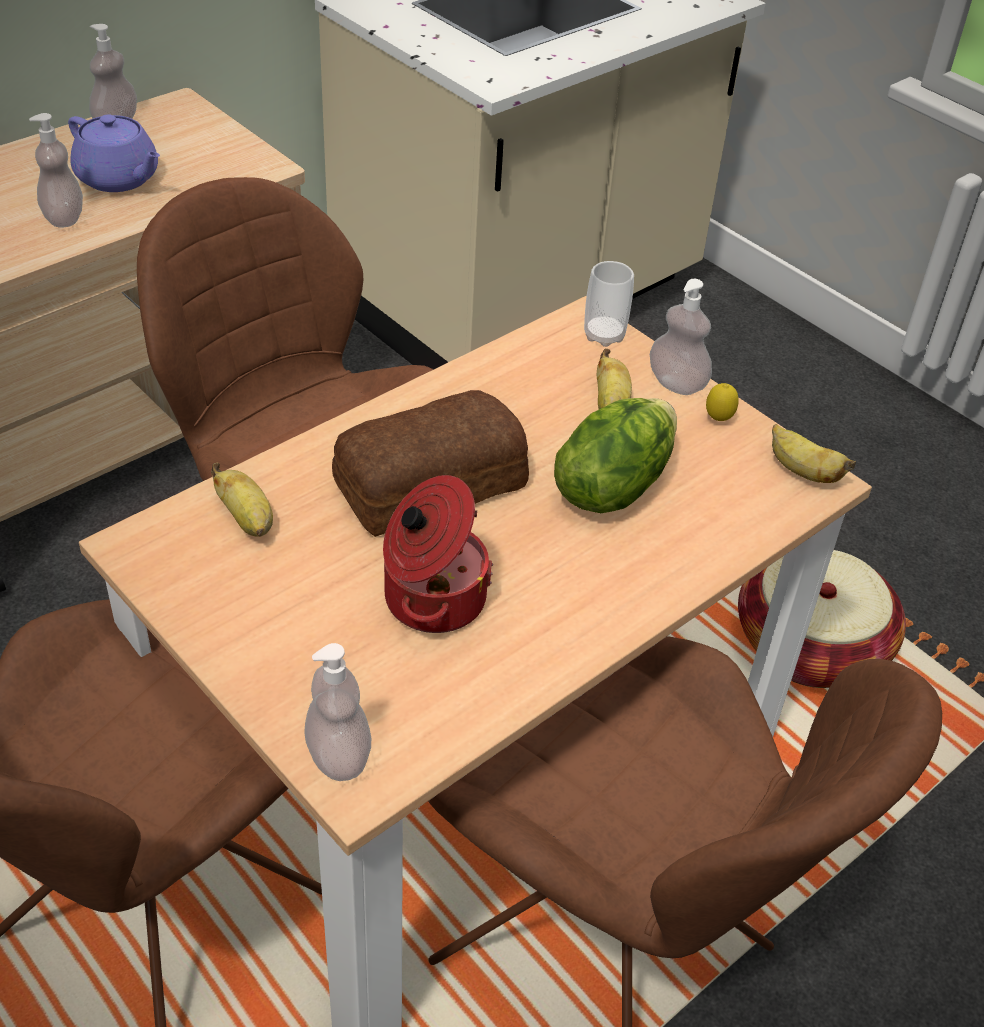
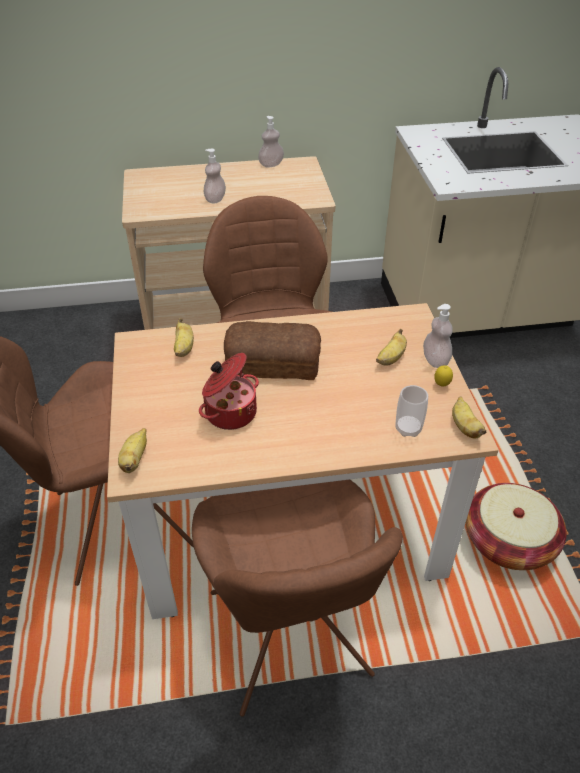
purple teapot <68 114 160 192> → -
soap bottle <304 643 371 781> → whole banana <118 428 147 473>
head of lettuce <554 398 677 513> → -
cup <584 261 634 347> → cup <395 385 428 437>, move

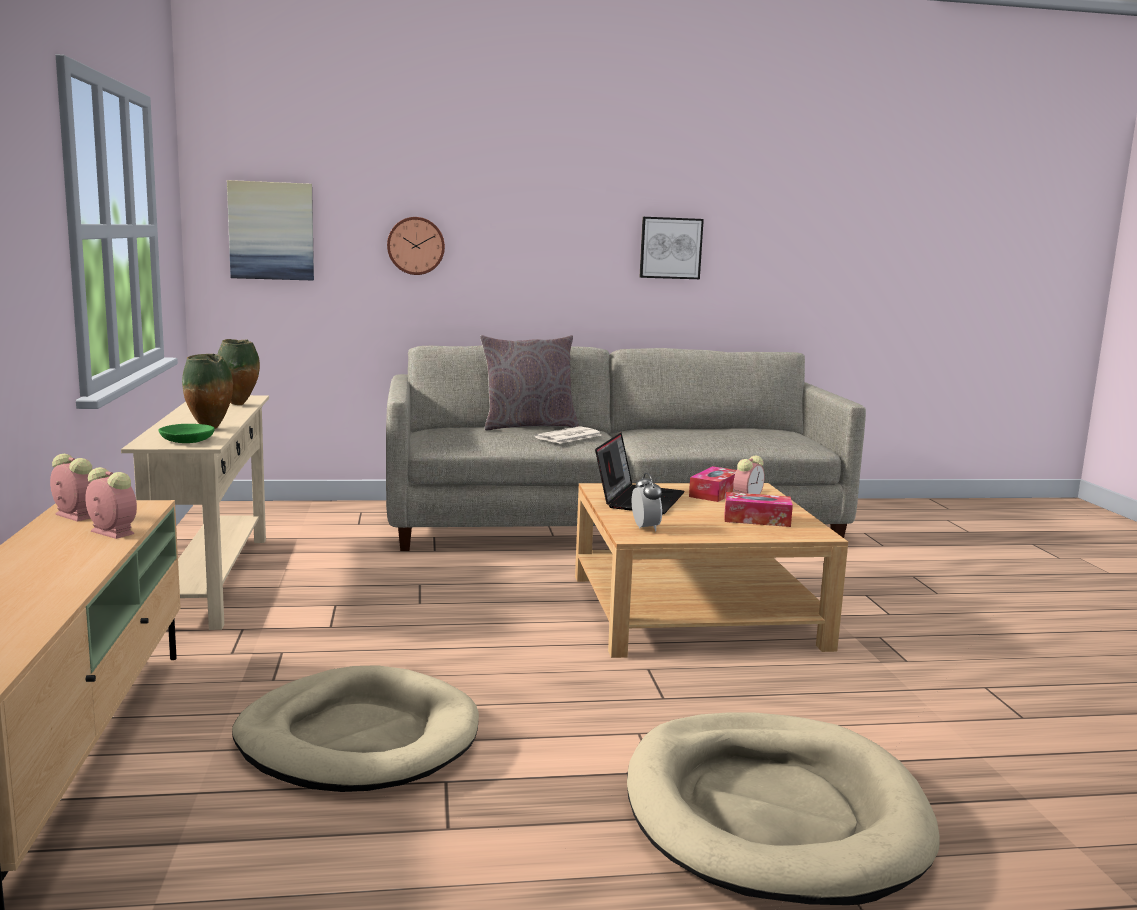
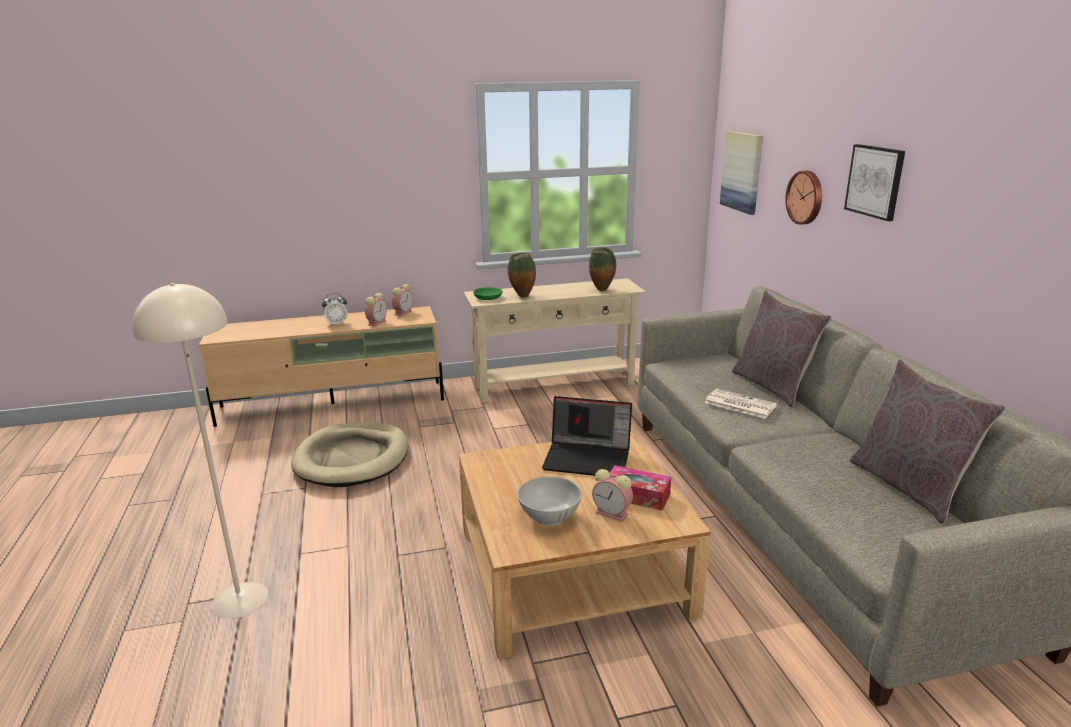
beige-coloured pet bed <627 712 940 905> → beige-coloured floor lamp <132 283 268 619>
bedside clock <632 473 662 531> → bedside clock <322 293 348 326>, move
wall picture <640 217 704 279> → wall picture <844 144 905 221>, move
tissue box <725 492 793 527> → white serving bowl <517 476 582 526>
- → grey pillow <850 359 1006 524>

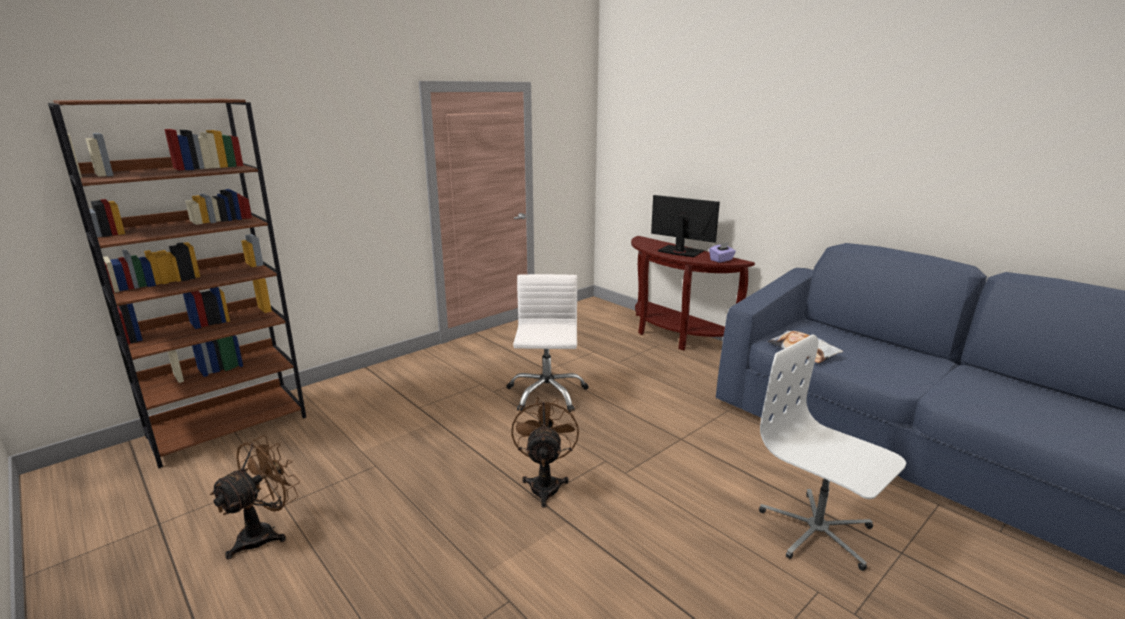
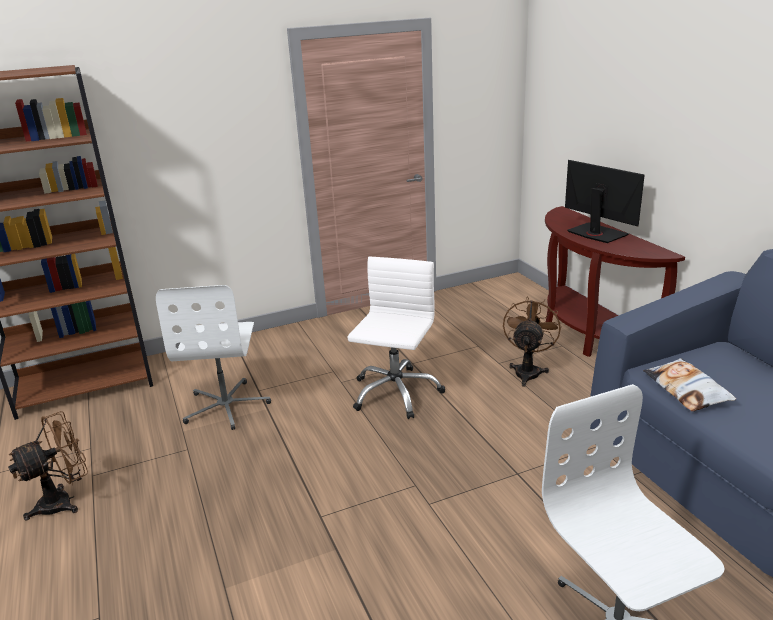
brown-coloured fan <511 397 579 508> → brown-coloured fan <503 296 561 387>, move
purple tissue box <709 242 736 263> → -
- → white desk chair <156 285 271 430>

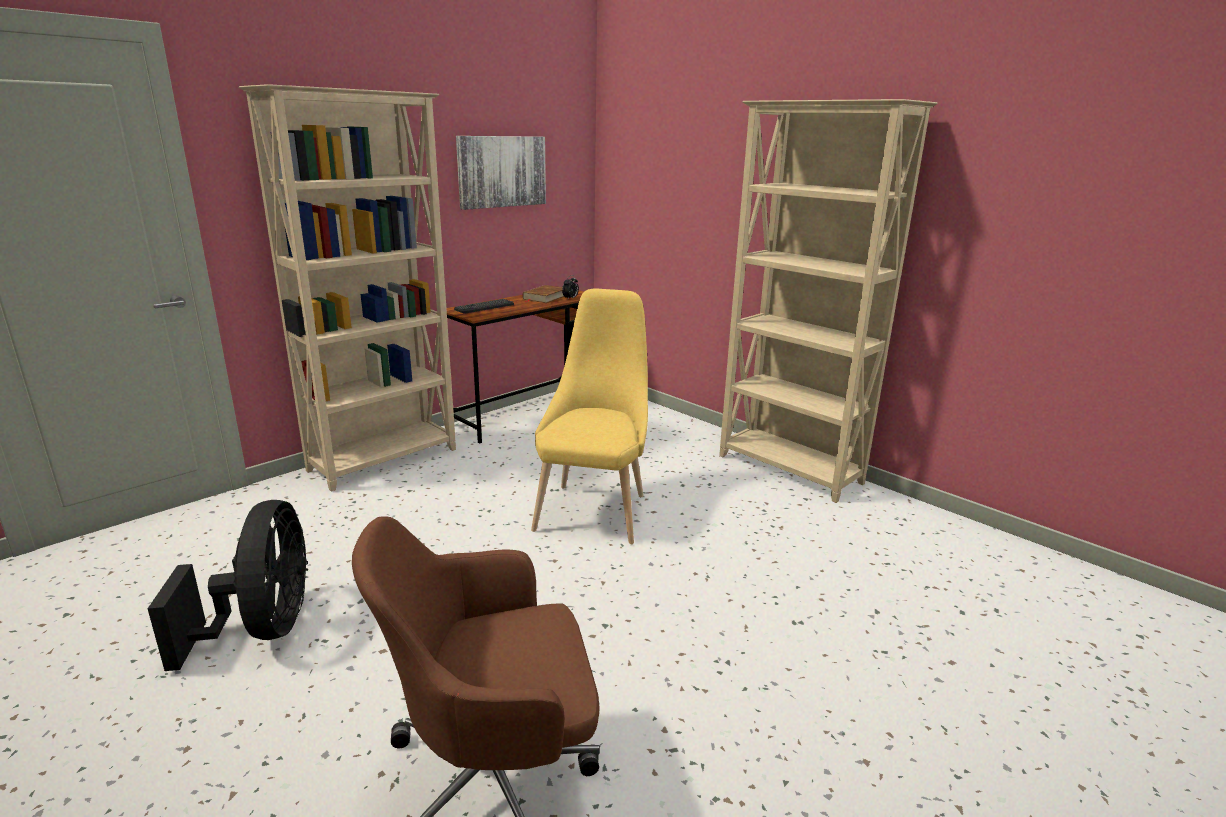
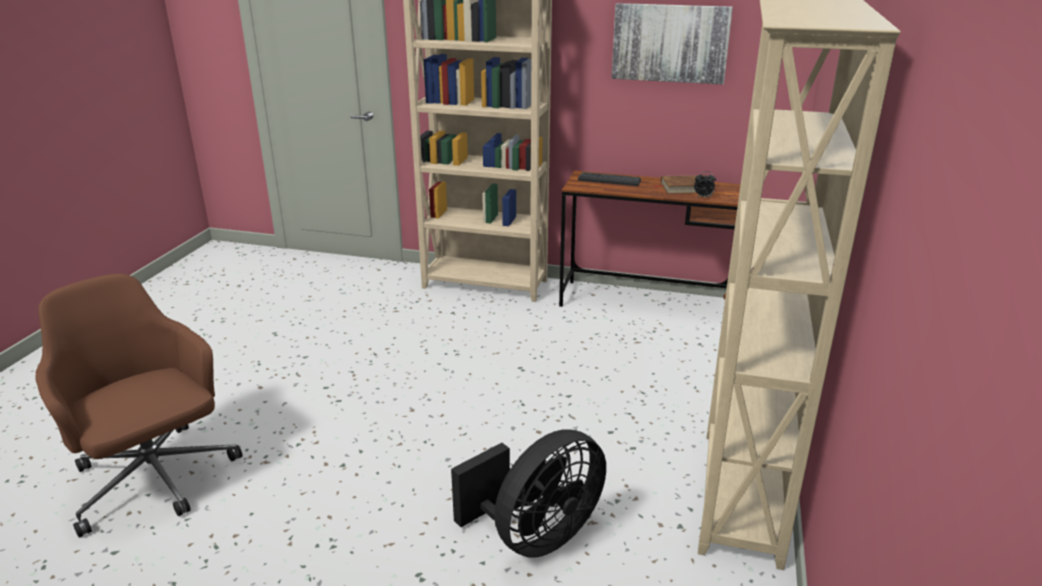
black fan <147 500 308 671> → black fan <451 429 606 558>, move
yellow upright chair <531 289 648 544> → -

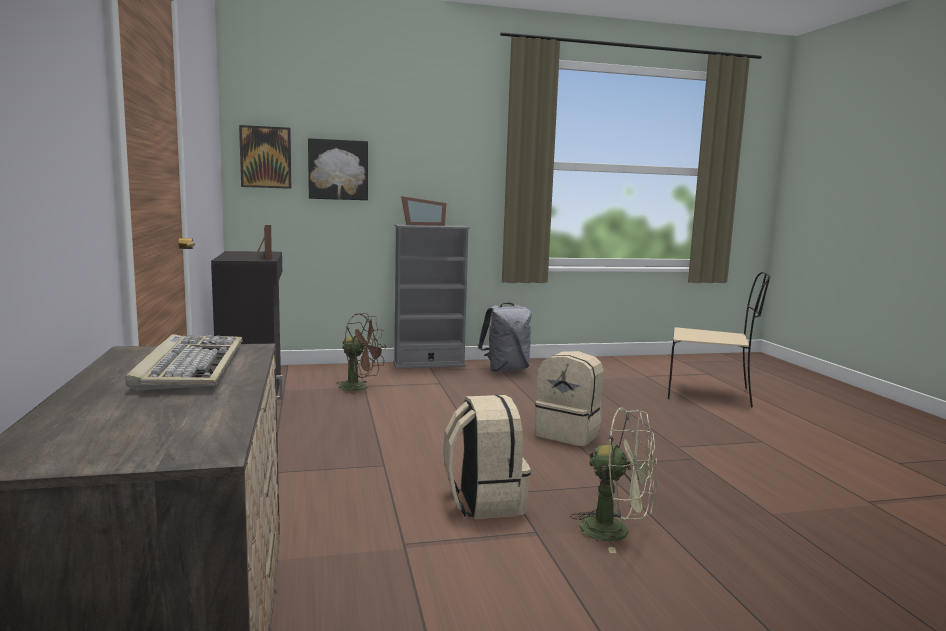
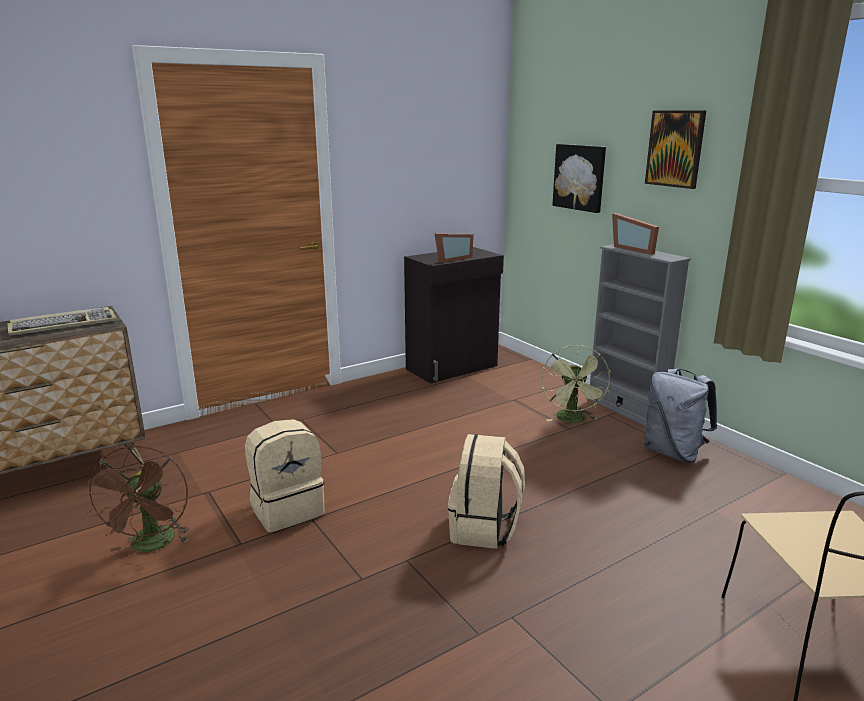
wall picture <239 125 291 189> → wall picture <645 110 706 189>, move
brown-coloured fan <336 313 386 395> → brown-coloured fan <84 445 189 552>, move
greenish fan <570 408 657 553> → greenish fan <541 345 611 423>, move

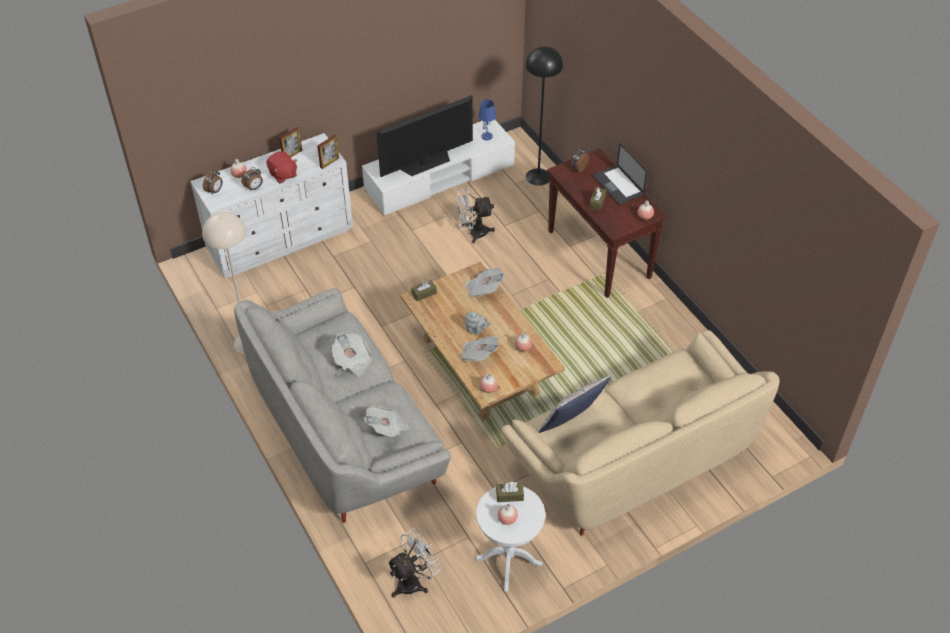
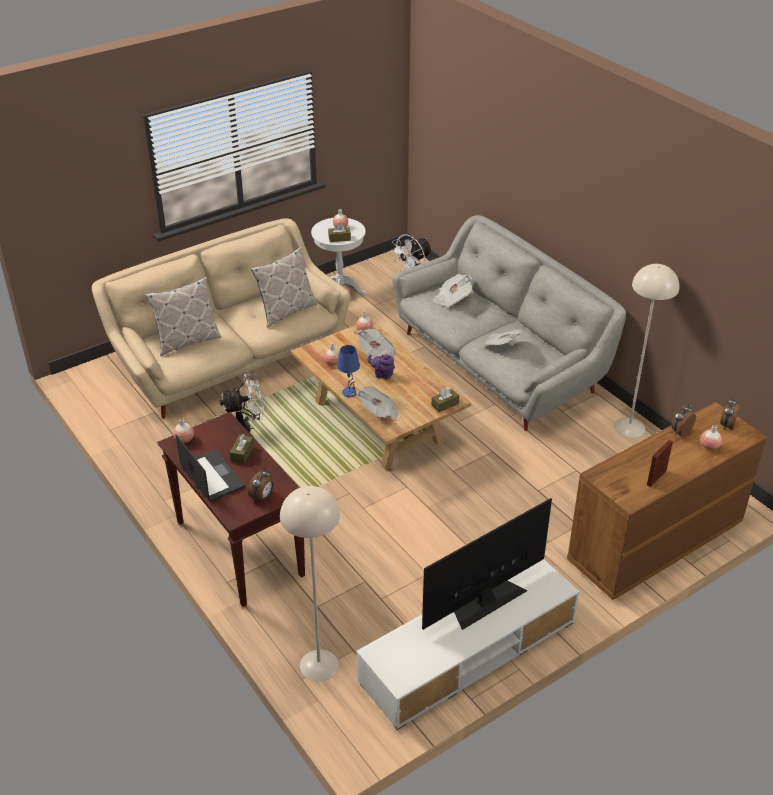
white drawer chest <190 133 353 278> → brown-coloured drawer chest <567 402 767 600>
red cuddly toy <267 151 297 183> → -
photo frame <317 135 339 169> → -
white fan <456 188 495 243> → white fan <220 373 264 436>, move
grey teapot <465 312 491 335> → purple teapot <367 354 395 380>
blue-coloured table lamp <478 99 496 140> → blue-coloured table lamp <337 345 360 397>, move
black floor lamp <526 46 563 186> → beige-coloured floor lamp <280 486 340 681>
- → pillow <145 277 221 356>

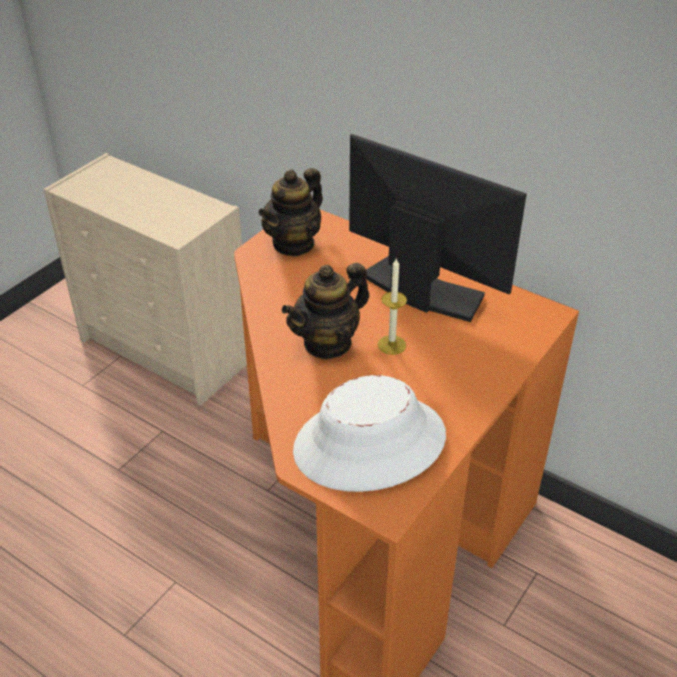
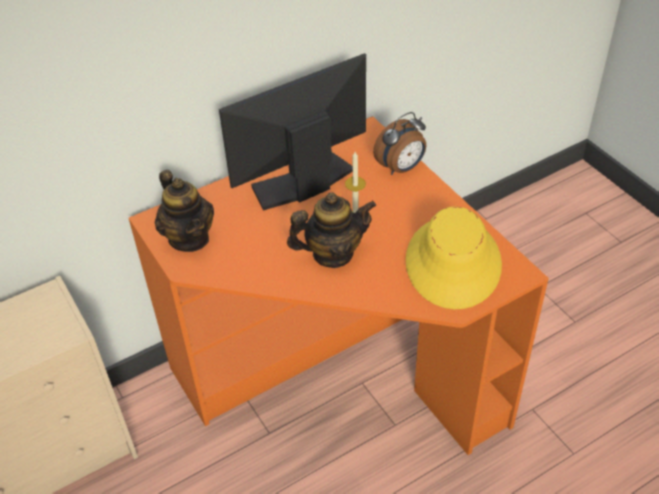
teapot <281 263 369 360> → teapot <287 192 376 268>, 90 degrees counterclockwise
white clothing hat <293 375 446 492> → yellow clothing hat <406 206 502 309>
- → bedside clock <373 112 426 175>

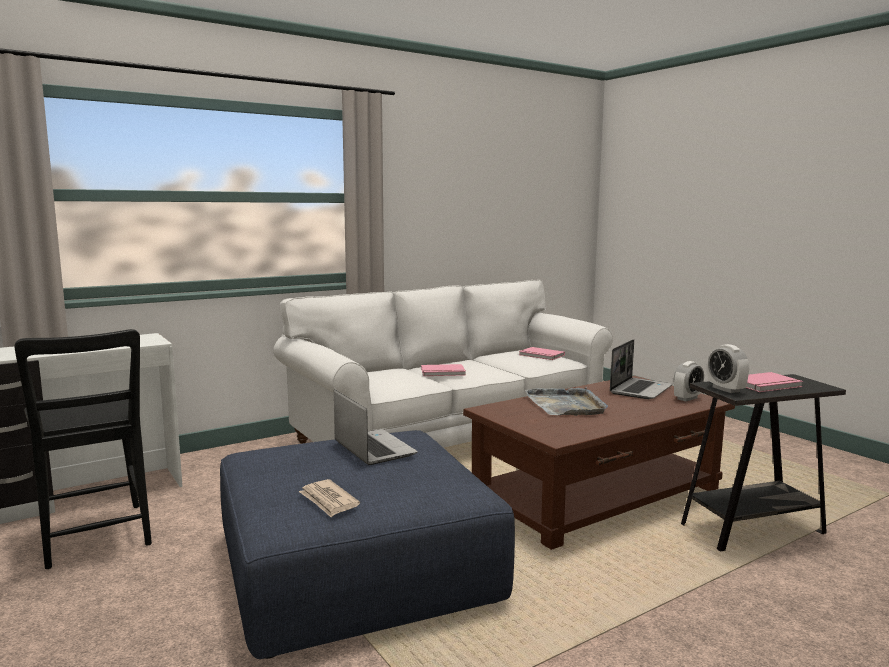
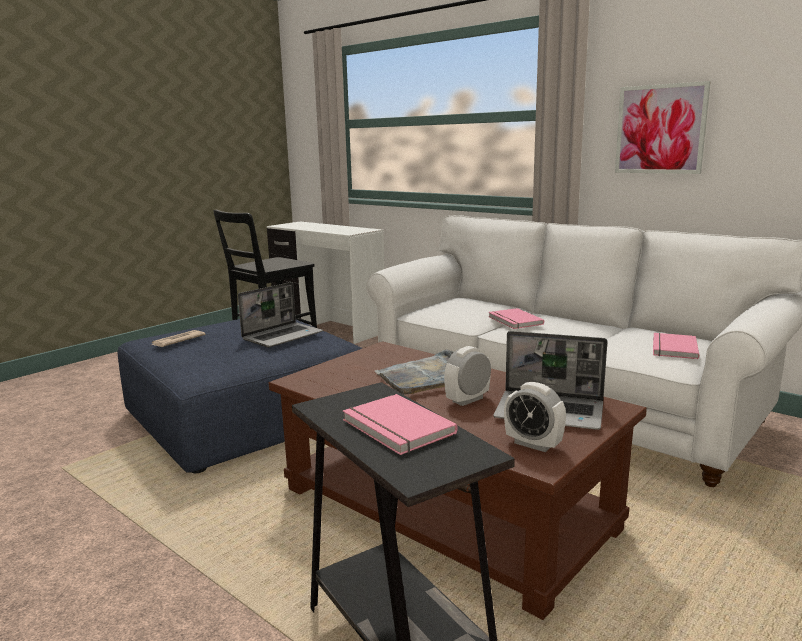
bedside clock <708 344 749 393> → bedside clock <444 346 491 406>, move
- → wall picture <615 81 711 174>

